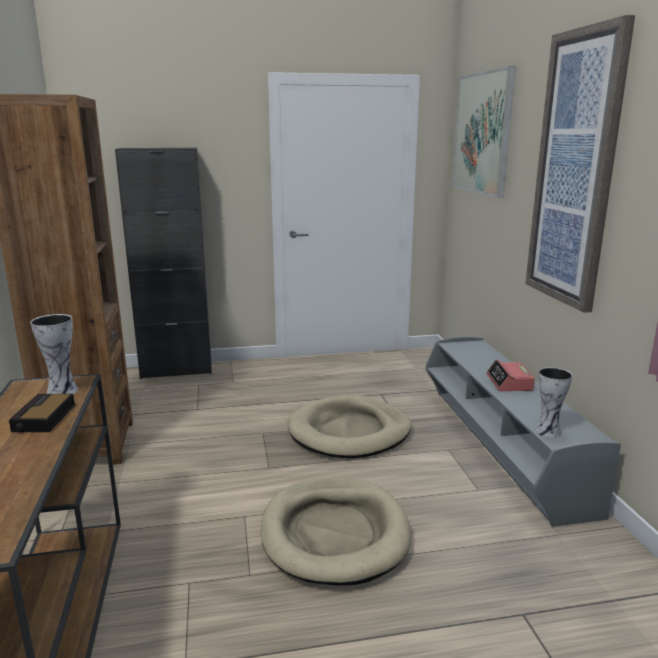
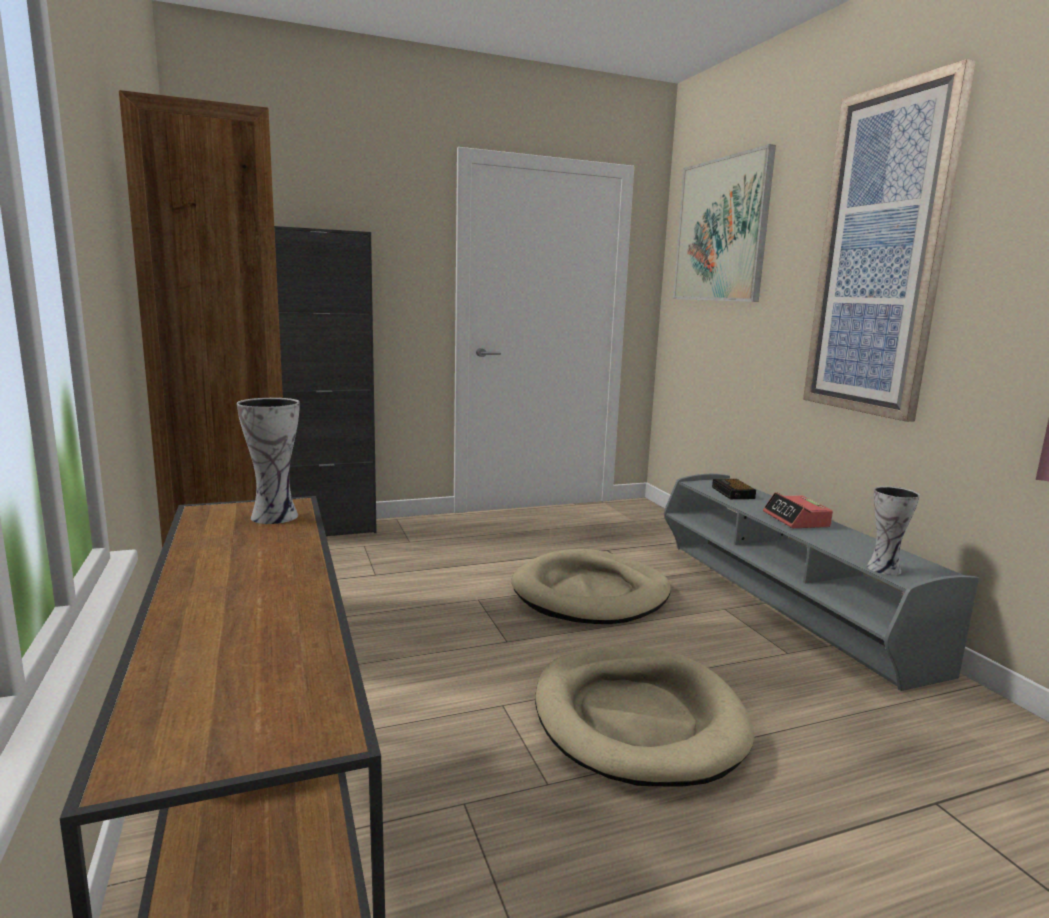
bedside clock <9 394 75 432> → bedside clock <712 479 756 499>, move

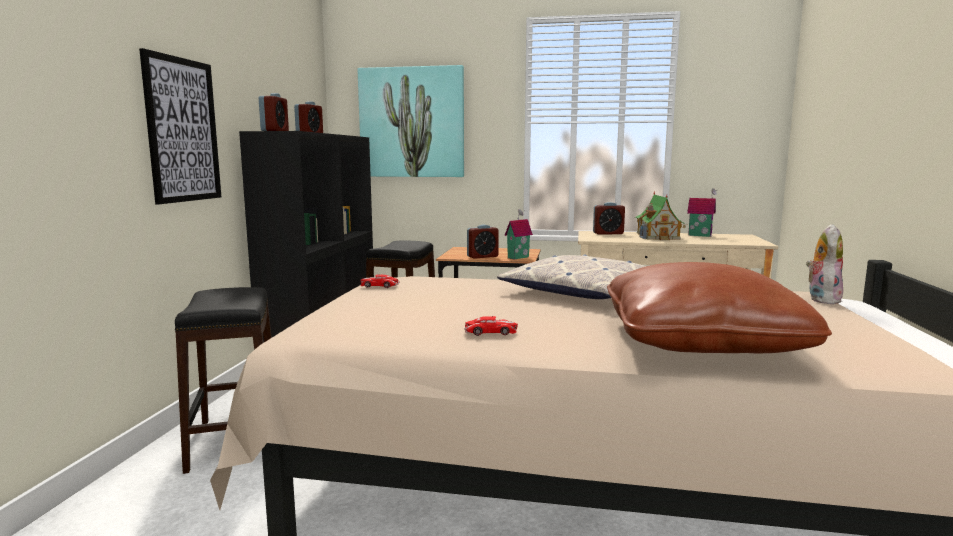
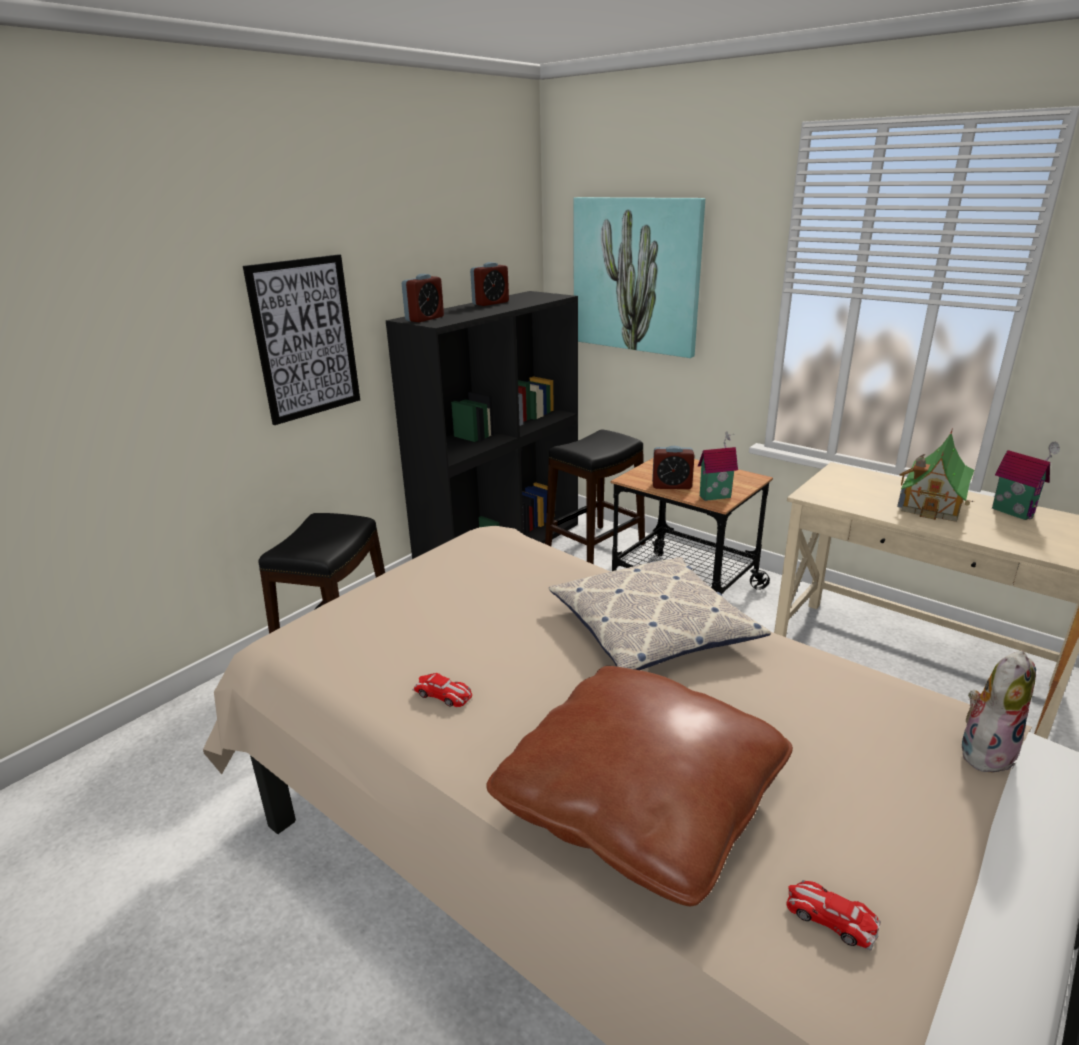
toy car <360 274 400 288> → toy car <787 880 881 951>, move
bedside clock <593 202 625 235> → -

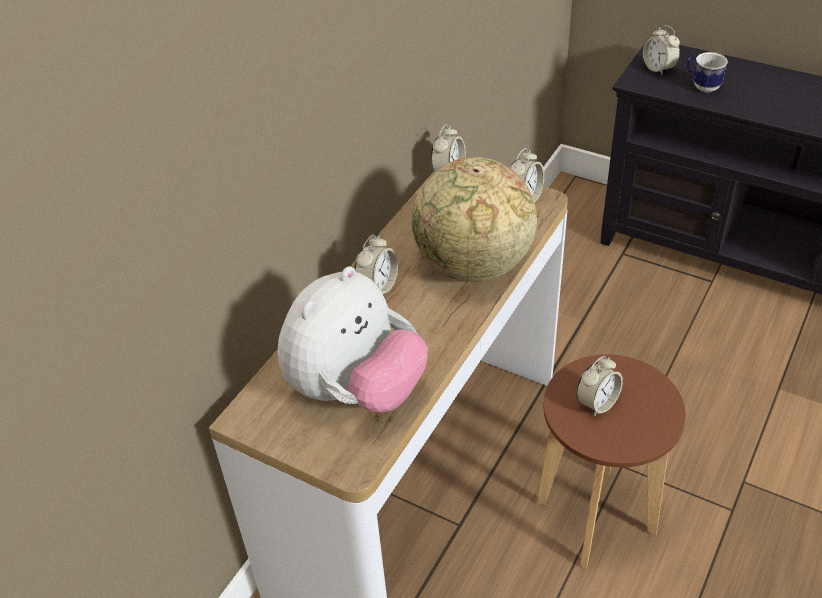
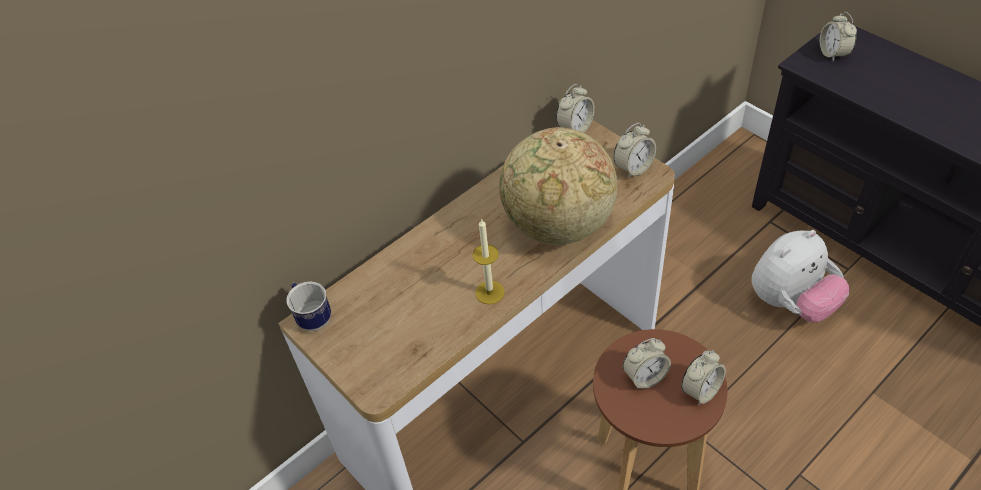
cuddly toy <277 266 428 413> → cuddly toy <752 230 850 323>, move
bedside clock <355 234 398 294> → bedside clock <681 350 726 406>, move
coffee mug <687 52 728 92> → coffee mug <286 282 331 331>, move
- → wax candle <472 218 505 305>

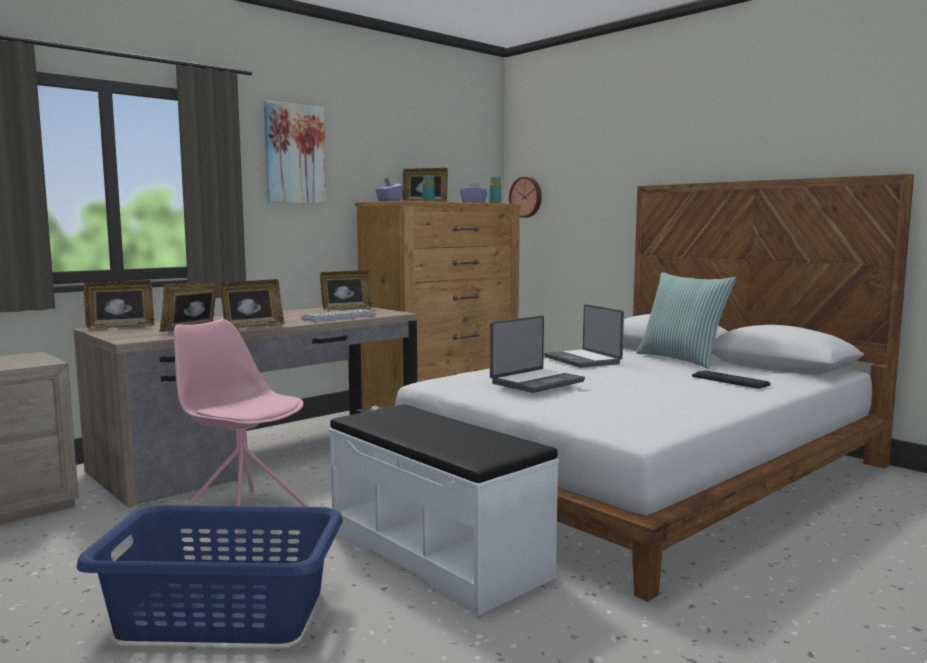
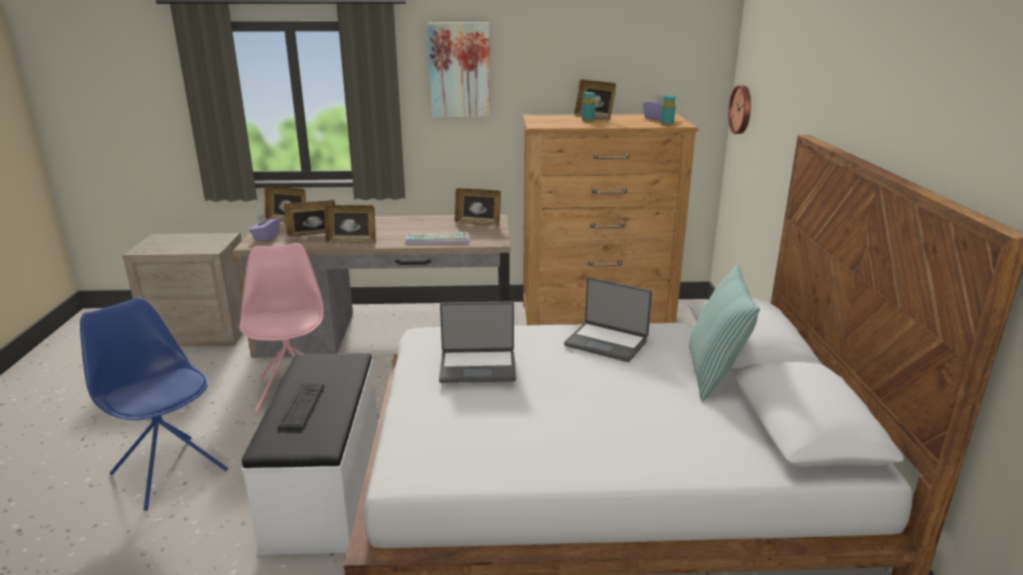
blue-coloured laundry basket <77 505 342 644> → blue-coloured upright chair <80 297 228 511>
purple tissue box <375 178 403 201> → purple tissue box <249 213 280 241>, move
notebook computer <544 304 624 368> → notebook computer <564 277 652 362>, 75 degrees counterclockwise
PC keyboard <692 370 770 389> → PC keyboard <277 383 324 429>, move

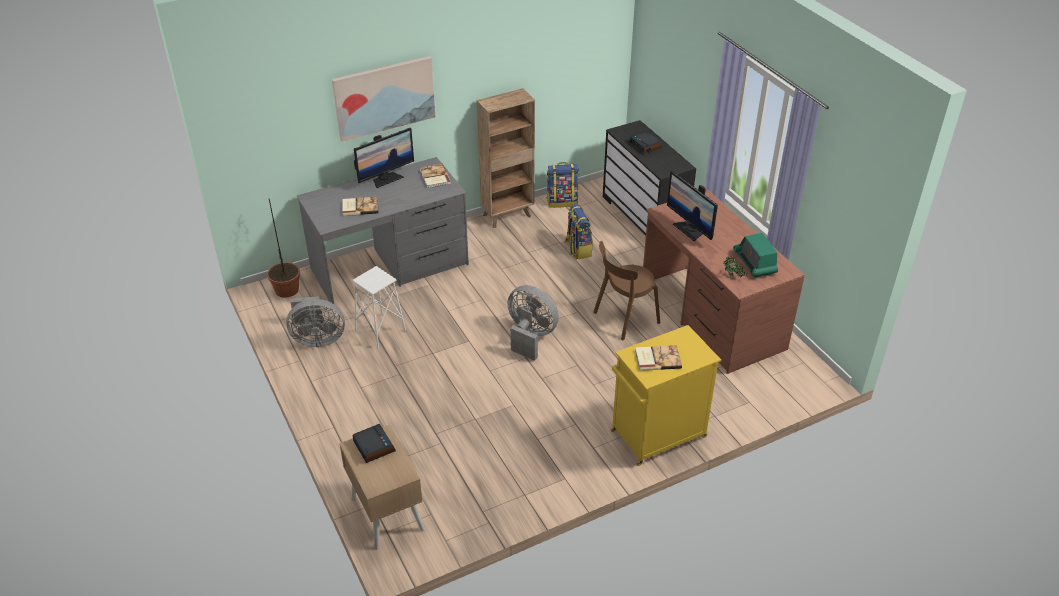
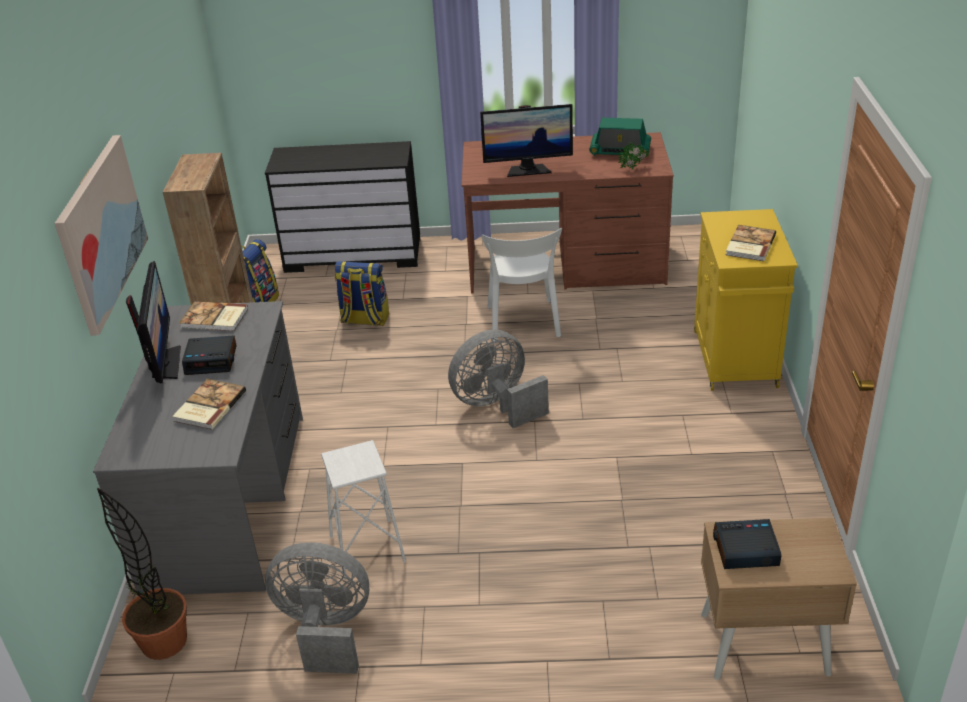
grey fan <286 296 345 347> → grey fan <265 542 369 674>, 105 degrees counterclockwise
brown-coloured upright chair <593 241 660 341> → white upright chair <481 228 562 341>
bedside clock <629 131 662 155> → bedside clock <182 335 237 375>, move

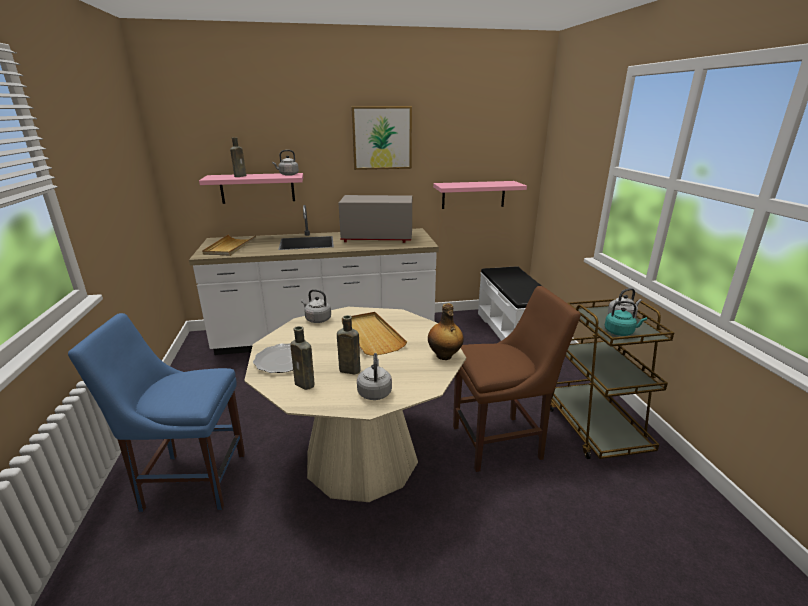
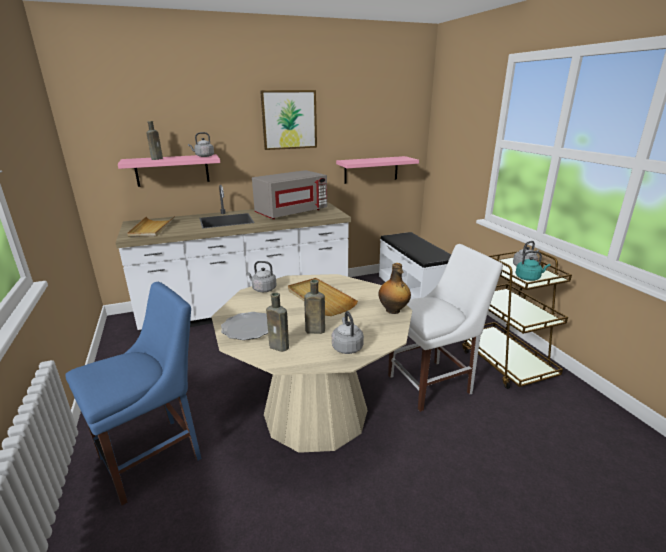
blue-coloured upright chair <68 313 245 512> → blue-coloured upright chair <65 282 202 505>, 150 degrees clockwise
grey kitchen microwave <339 195 412 243> → grey kitchen microwave <252 170 327 219>, 150 degrees clockwise
brown-coloured upright chair <453 286 581 472> → white upright chair <388 244 503 412>

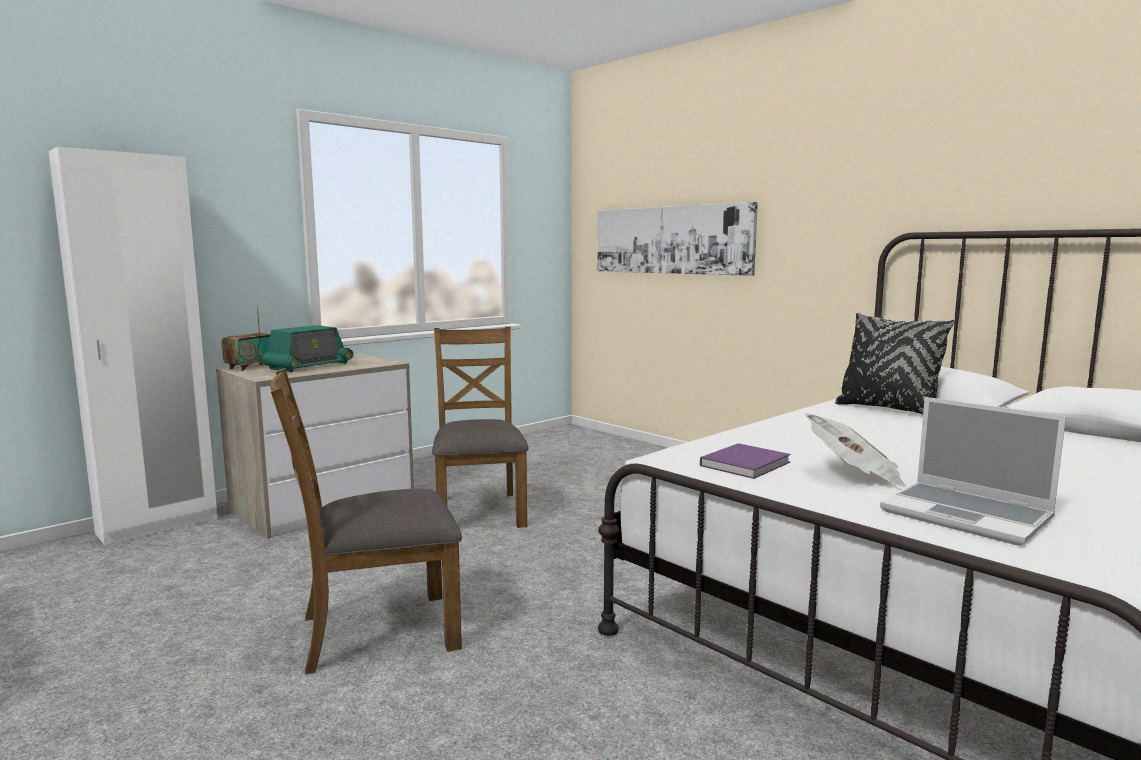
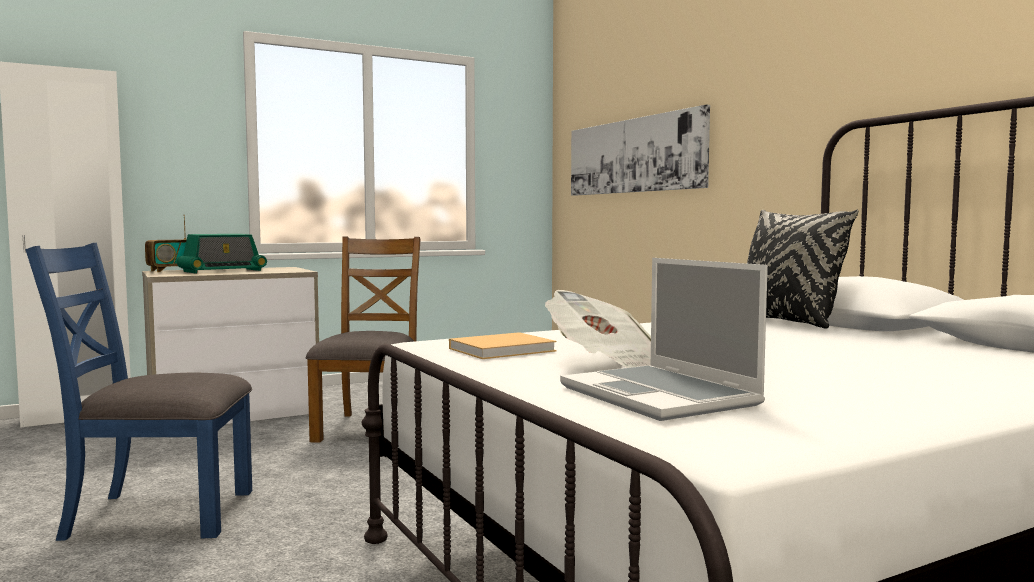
brown-coloured upright chair <270 368 462 675> → blue-coloured upright chair <25 243 252 541>
purple book <700 443 791 479> → beige-coloured book <449 332 557 359>

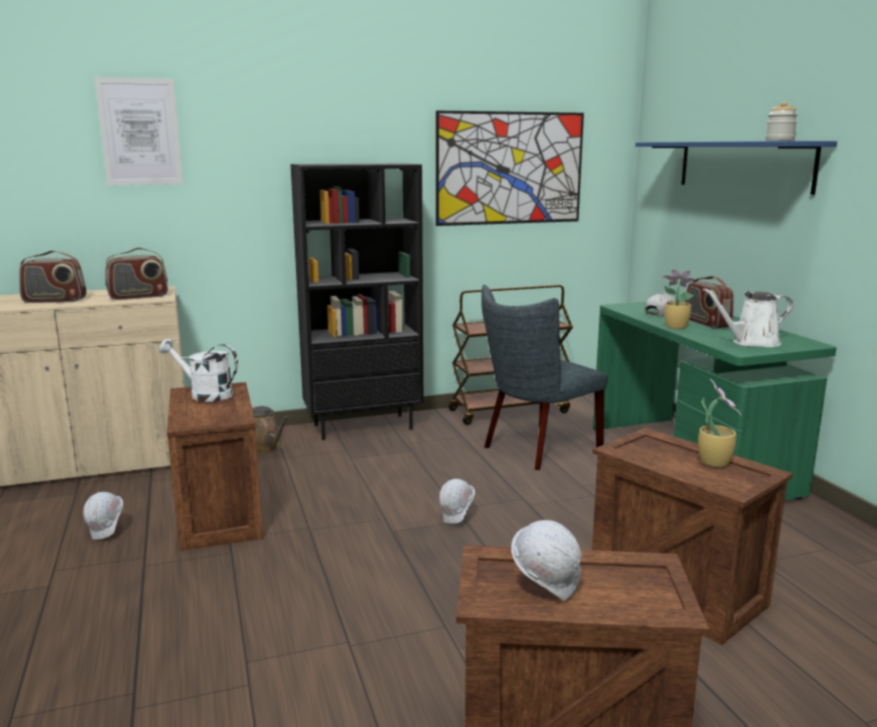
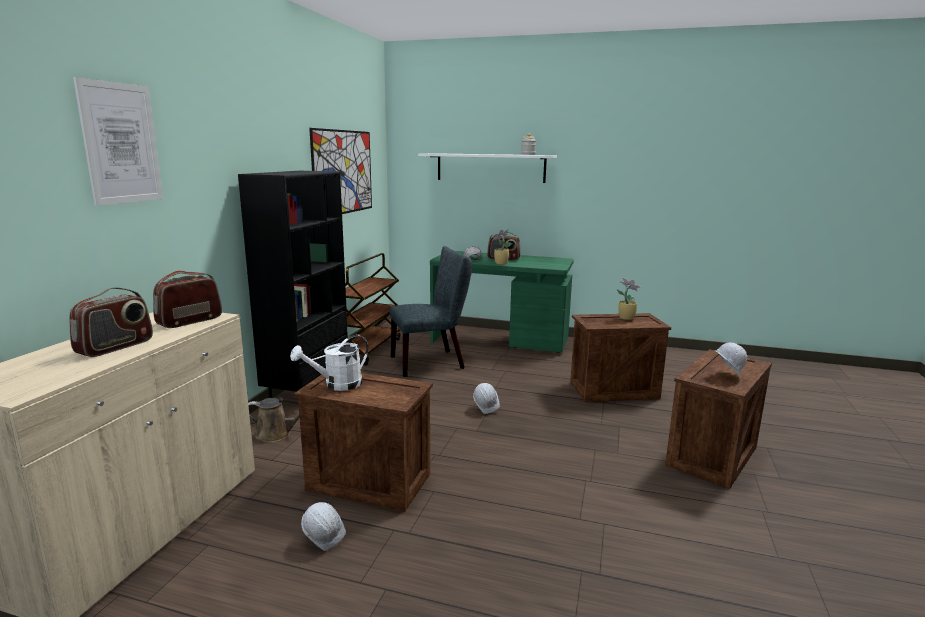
radio set <105 248 168 300> → radio set <153 270 222 328>, 150 degrees counterclockwise
grey upright chair <481 285 608 470> → grey upright chair <390 246 472 377>, 105 degrees counterclockwise
blue-coloured wall shelf <635 141 837 195> → white wall shelf <418 153 557 183>
white watering can <703 288 793 347> → -

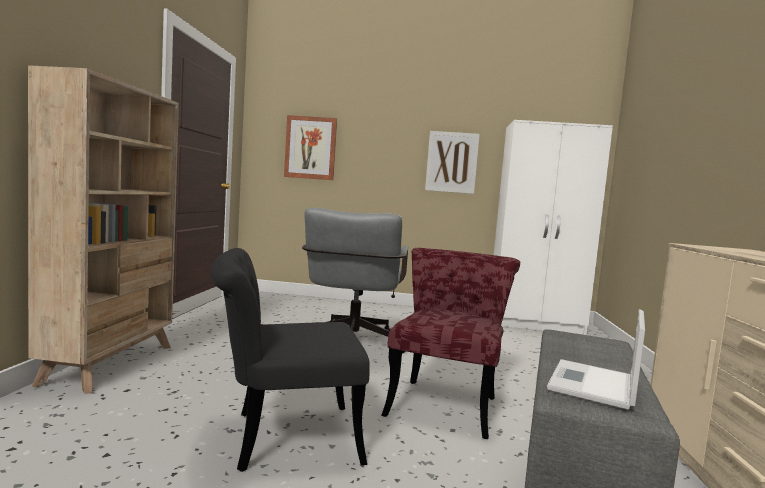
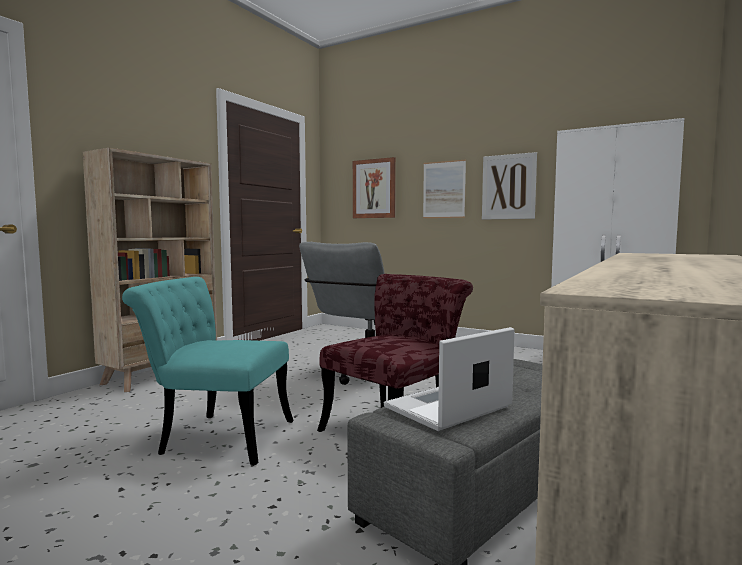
black upright chair <210 248 369 472> → blue-green upright chair <122 277 294 465>
- → wall picture <423 160 466 218>

